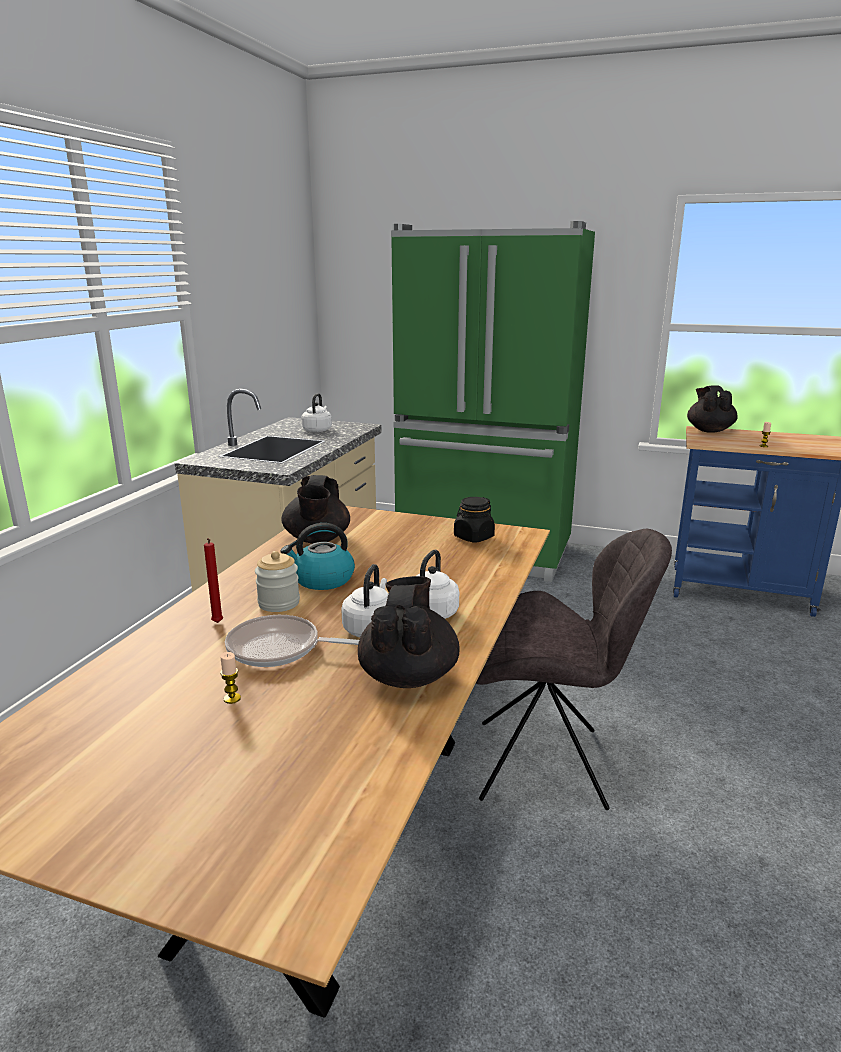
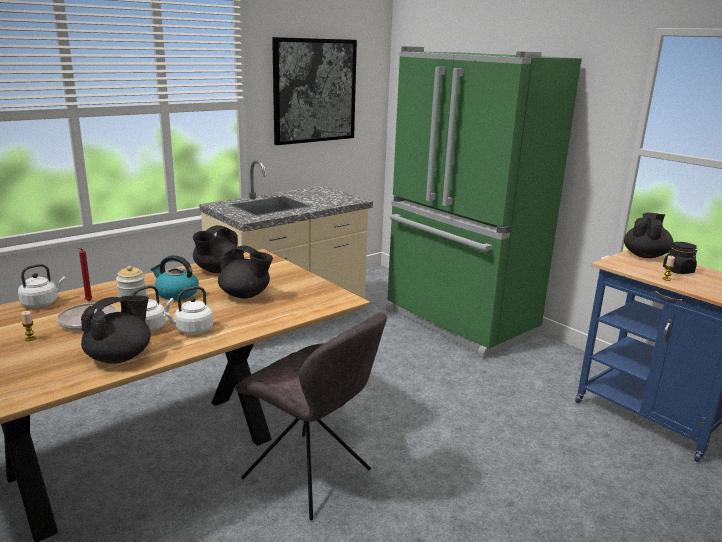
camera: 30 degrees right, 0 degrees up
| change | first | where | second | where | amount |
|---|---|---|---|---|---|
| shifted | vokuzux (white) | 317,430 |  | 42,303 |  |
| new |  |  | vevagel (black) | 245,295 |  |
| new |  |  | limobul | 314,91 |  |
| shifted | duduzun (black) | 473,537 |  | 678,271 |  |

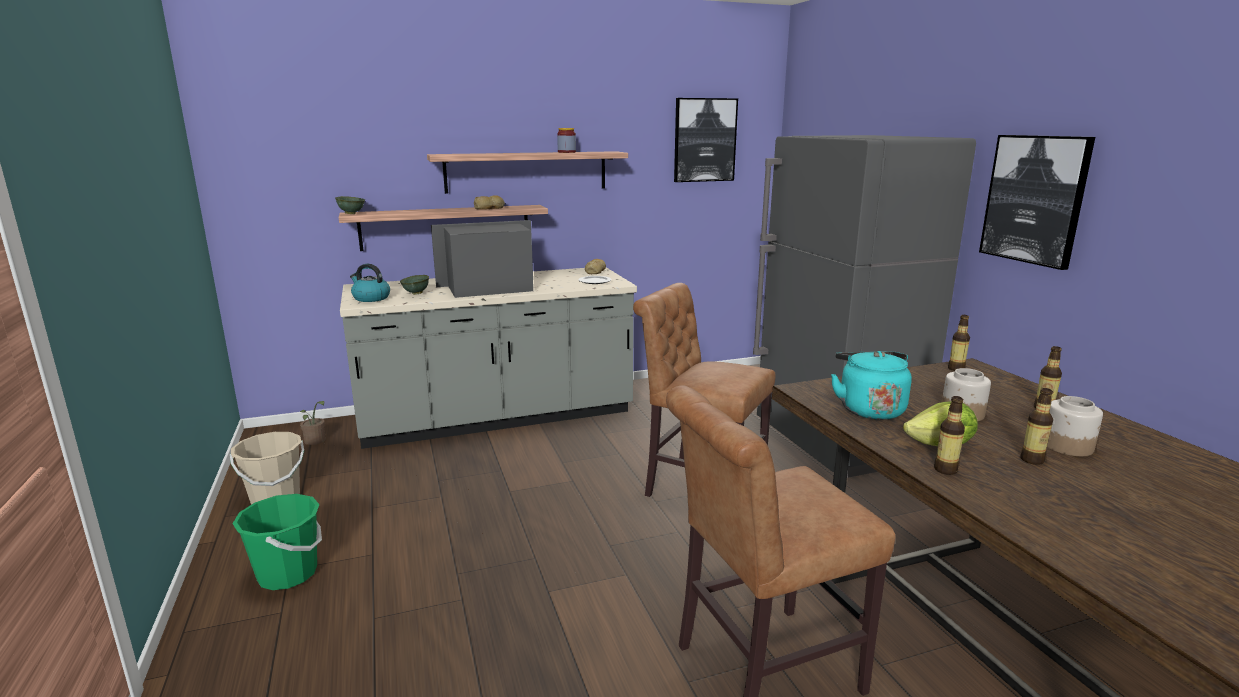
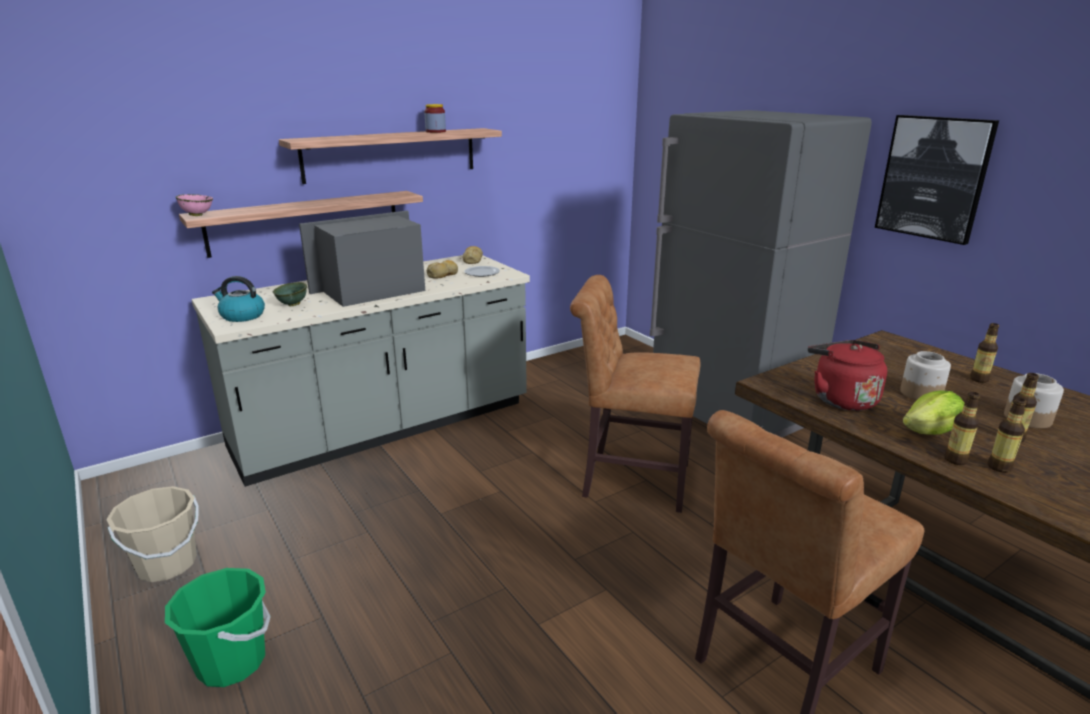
camera: 15 degrees left, 5 degrees up
| change | first | where | second | where | amount |
|---|---|---|---|---|---|
| repainted | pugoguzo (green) | 351,213 | pugoguzo (pink) | 197,215 |  |
| shifted | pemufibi | 490,208 |  | 443,274 |  |
| repainted | vokuzux (turquoise) | 868,409 | vokuzux (red) | 841,399 |  |
| shifted | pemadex | 956,369 |  | 999,467 |  |
| gone | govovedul | 315,441 |  |  |  |
| gone | limobul | 704,140 |  |  |  |

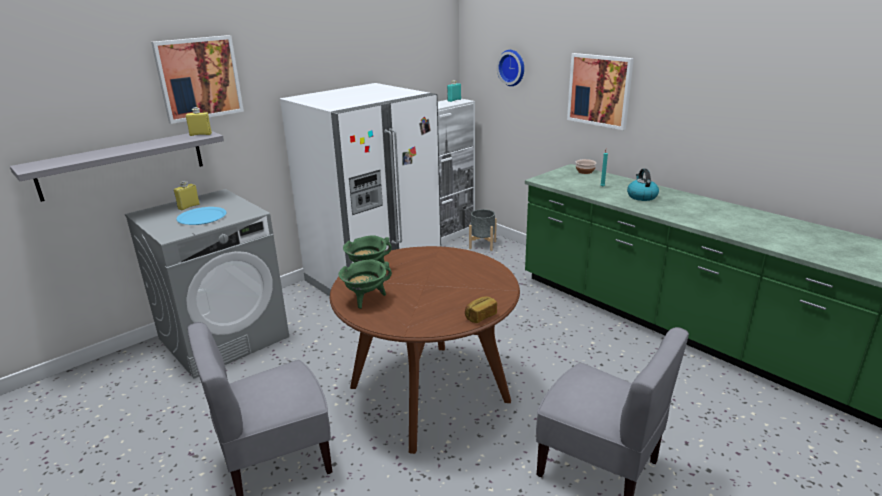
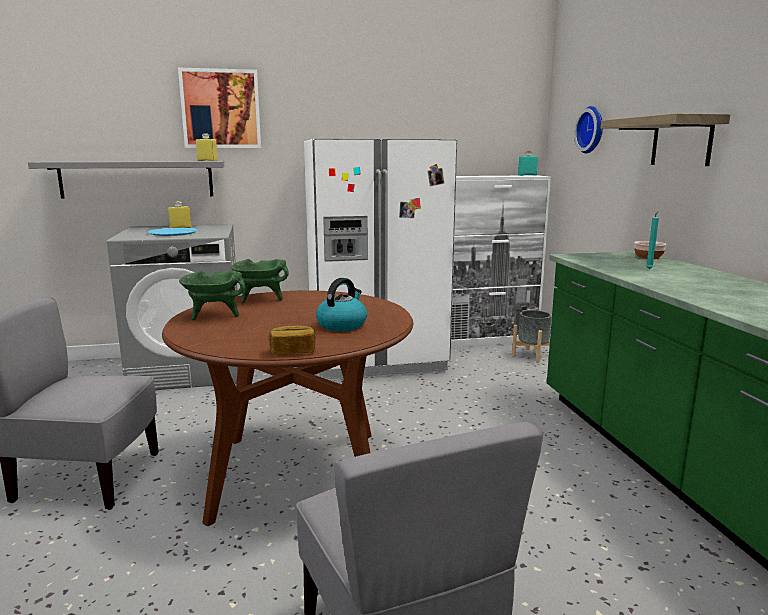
camera: 30 degrees right, 10 degrees down
| change | first | where | second | where | amount |
|---|---|---|---|---|---|
| shifted | vokuzux | 641,196 |  | 342,325 |  |
| swapped | limobul | 599,90 | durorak | 681,141 |  |

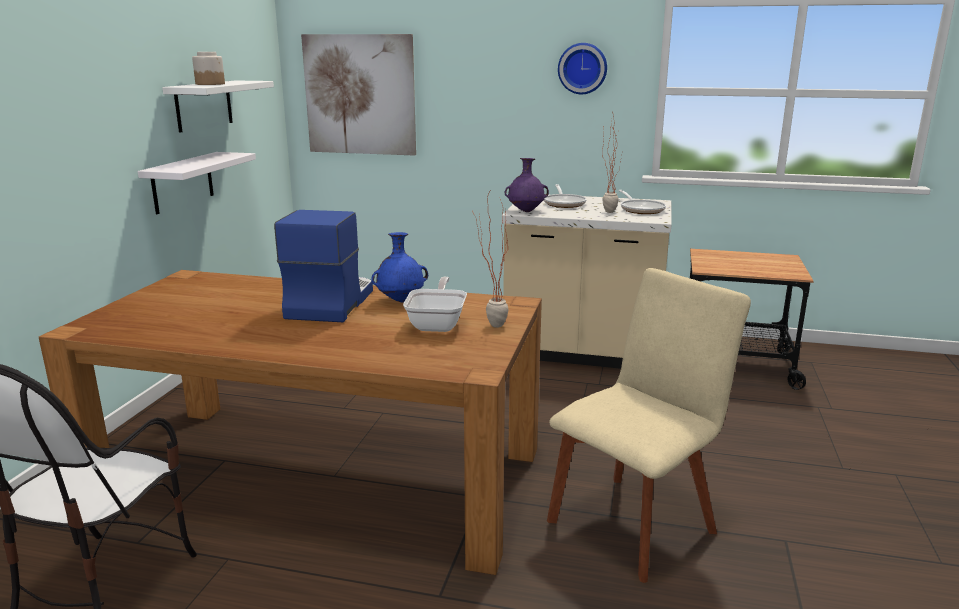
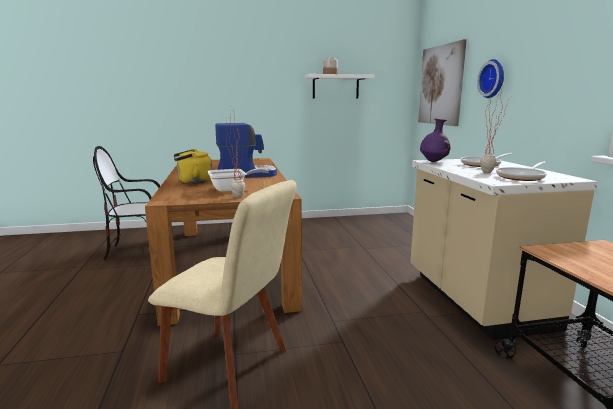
camera: 65 degrees right, 5 degrees down
| change | first | where | second | where | amount |
|---|---|---|---|---|---|
| new |  |  | vokuzux (yellow) | 193,182 |  |
| shifted | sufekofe | 582,68 |  | 493,79 |  |
| gone | durorak (white) | 182,182 |  |  |  |
| gone | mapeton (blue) | 401,300 |  |  |  |

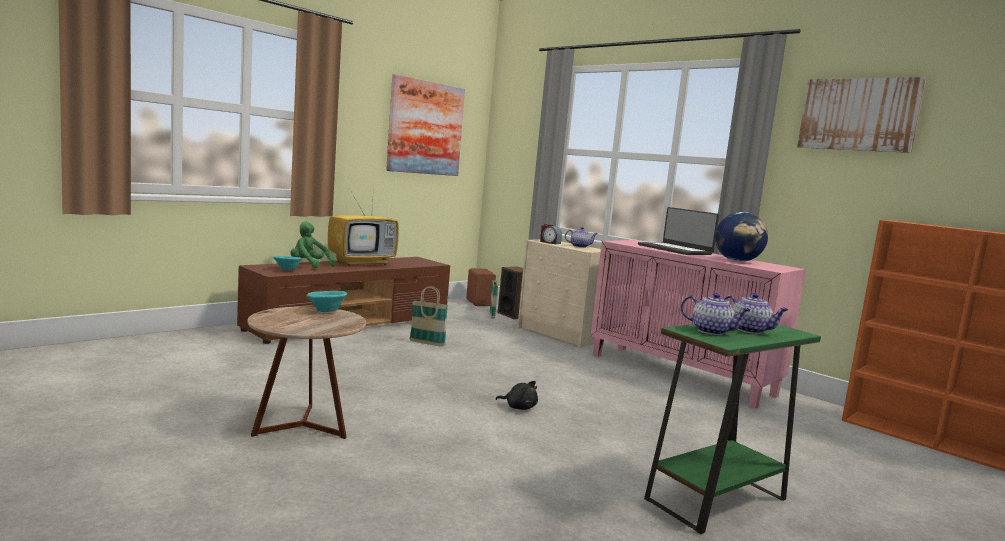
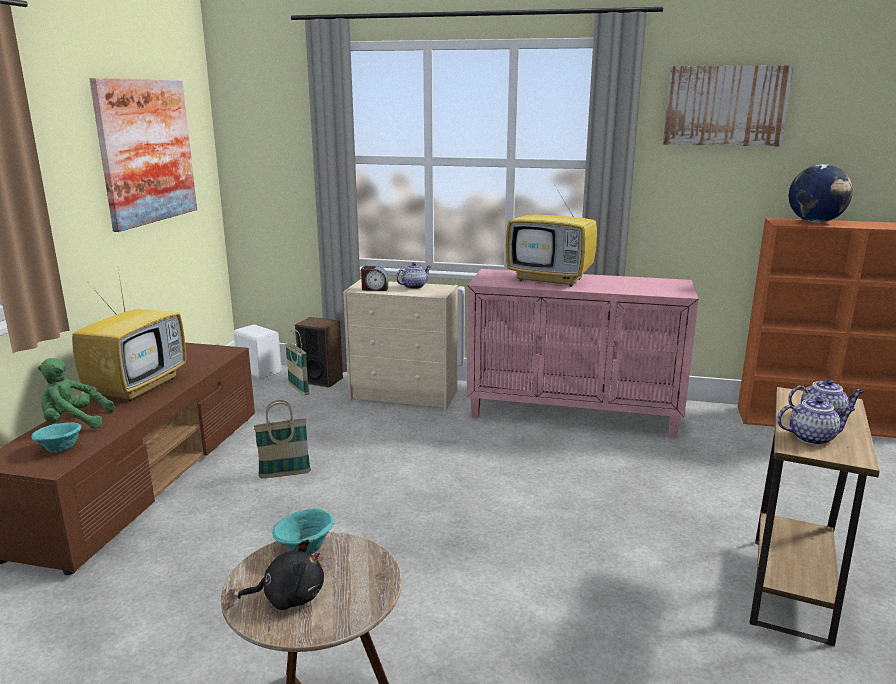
camera: 30 degrees left, 10 degrees up
| change | first | where | second | where | amount |
|---|---|---|---|---|---|
| repainted | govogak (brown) | 480,303 | govogak (white) | 260,371 |  |
| shifted | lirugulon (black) | 519,407 |  | 289,597 |  |
| swapped | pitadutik | 675,249 | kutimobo | 552,280 |  |
| repainted | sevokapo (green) | 716,499 | sevokapo (brown) | 790,588 |  |
| shifted | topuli | 737,261 |  | 815,222 |  |

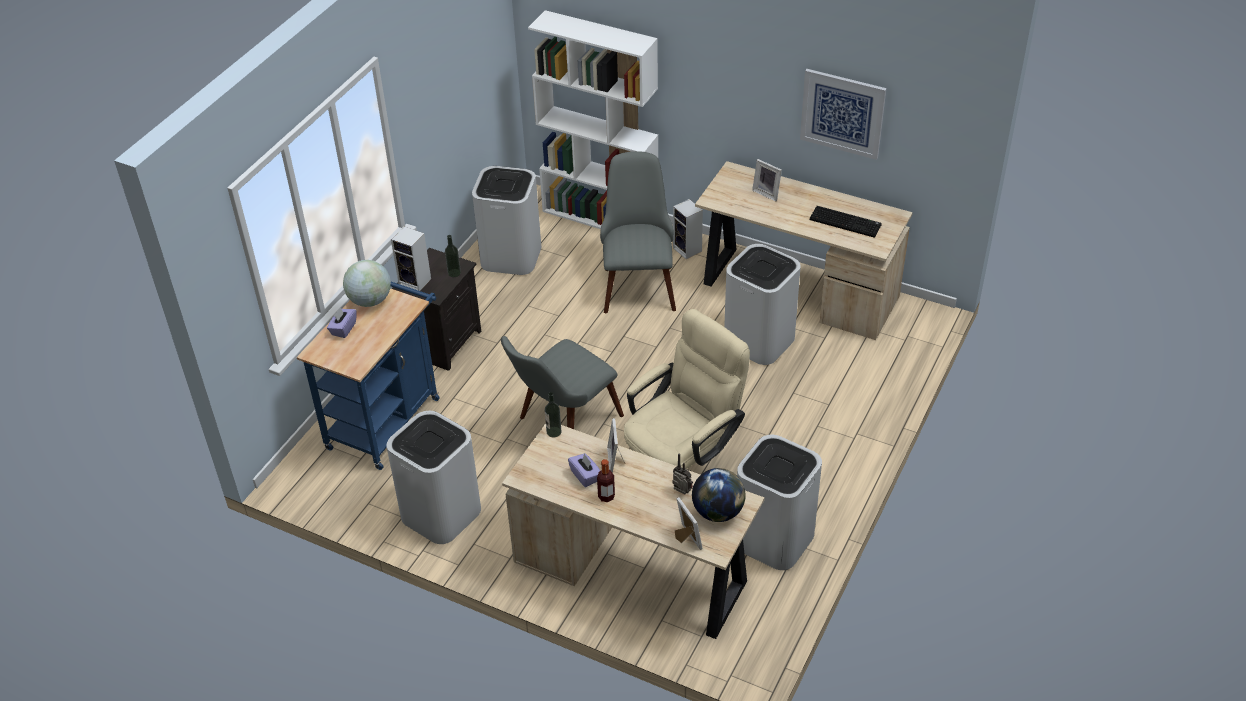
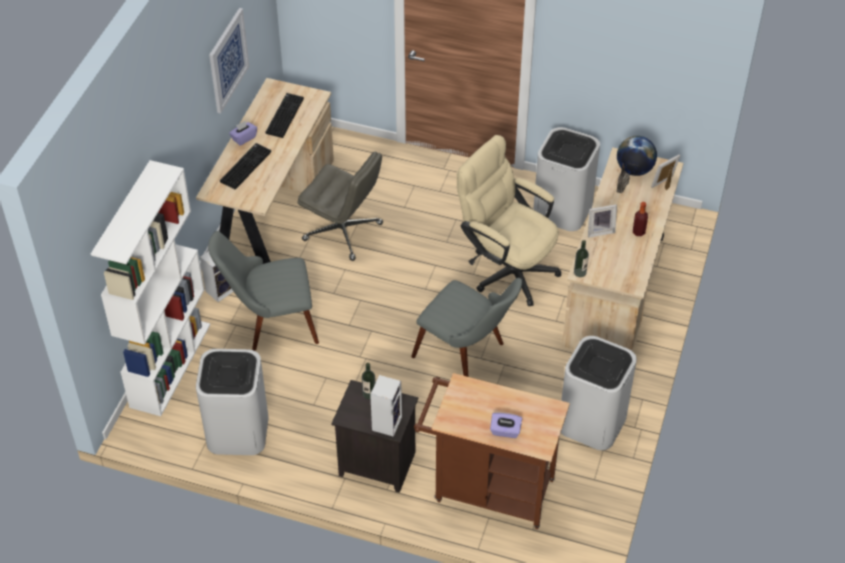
camera: 100 degrees left, 5 degrees up
| change | first | where | second | where | amount |
|---|---|---|---|---|---|
| swapped | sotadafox | 767,193 | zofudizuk | 245,166 |  |
| shifted | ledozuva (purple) | 585,476 |  | 244,138 |  |
| swapped | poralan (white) | 758,341 | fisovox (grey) | 344,232 |  |
| repainted | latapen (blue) | 387,418 | latapen (brown) | 487,489 |  |
| gone | topuli | 370,300 |  |  |  |

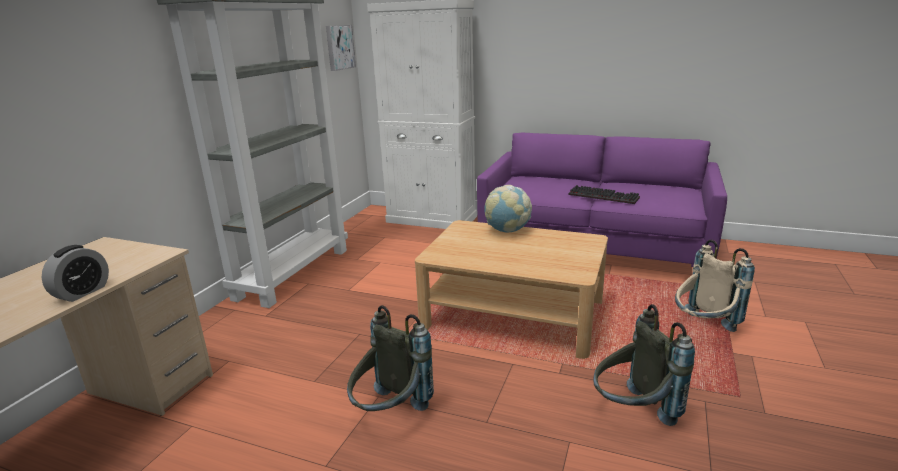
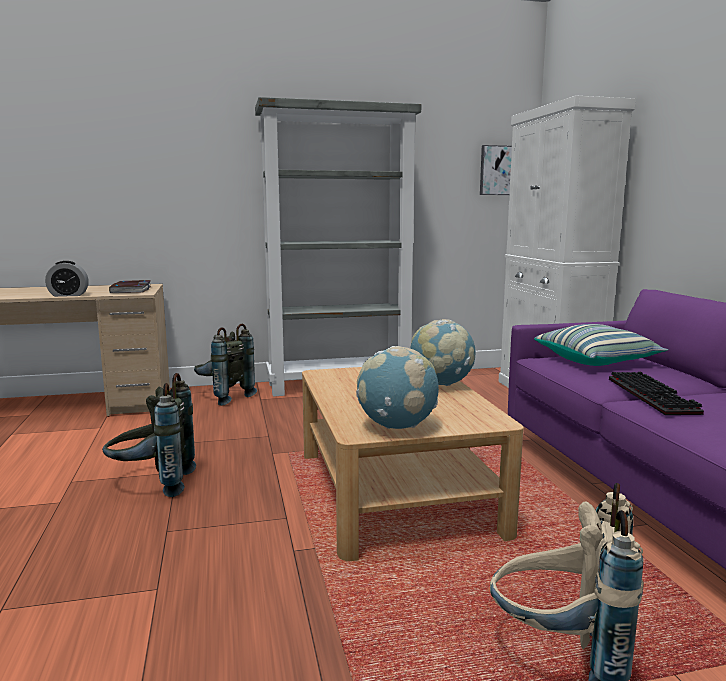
camera: 55 degrees right, 10 degrees down
| change | first | where | second | where | amount |
|---|---|---|---|---|---|
| new |  |  | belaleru | 131,290 |  |
| shifted | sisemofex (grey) | 633,413 |  | 223,397 |  |
| new |  |  | topuli | 397,426 |  |
| new |  |  | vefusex | 596,361 |  |

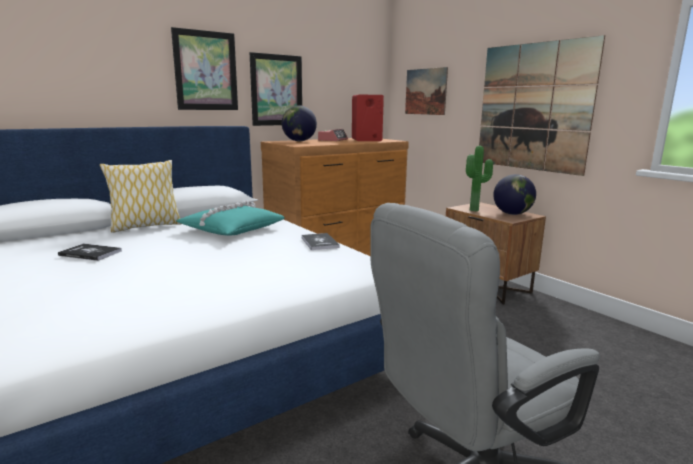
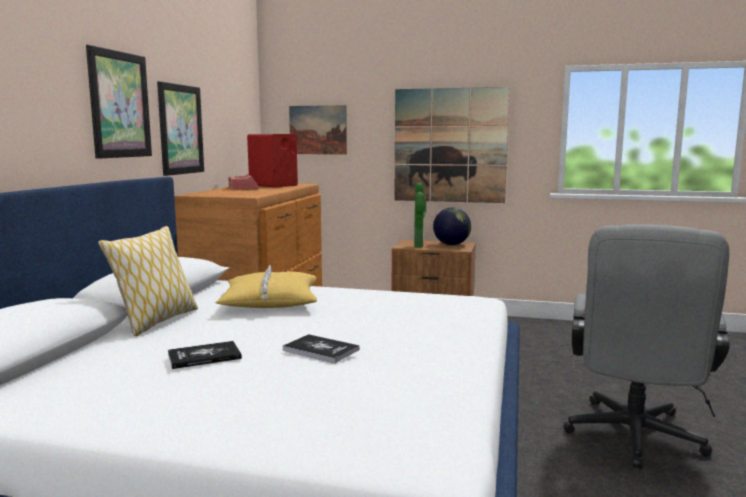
camera: 40 degrees left, 5 degrees down
| change | first | where | second | where | amount |
|---|---|---|---|---|---|
| repainted | vefusex (turquoise) | 231,229 | vefusex (yellow) | 270,301 |  |
| shifted | belaleru | 319,242 |  | 321,350 |  |
| gone | topuli | 299,141 |  |  |  |

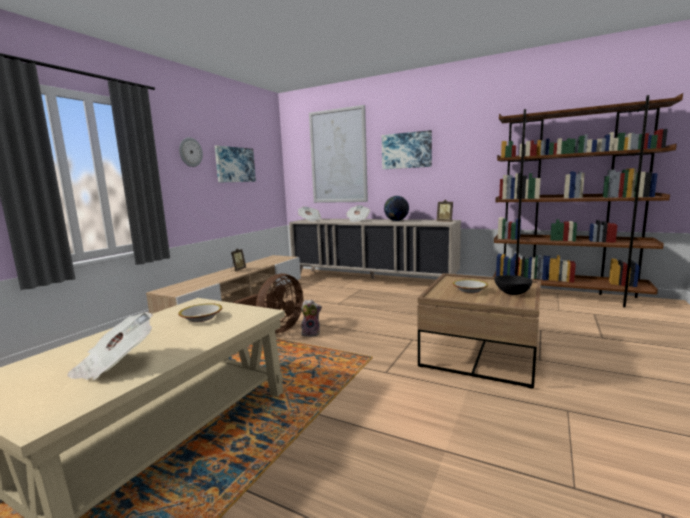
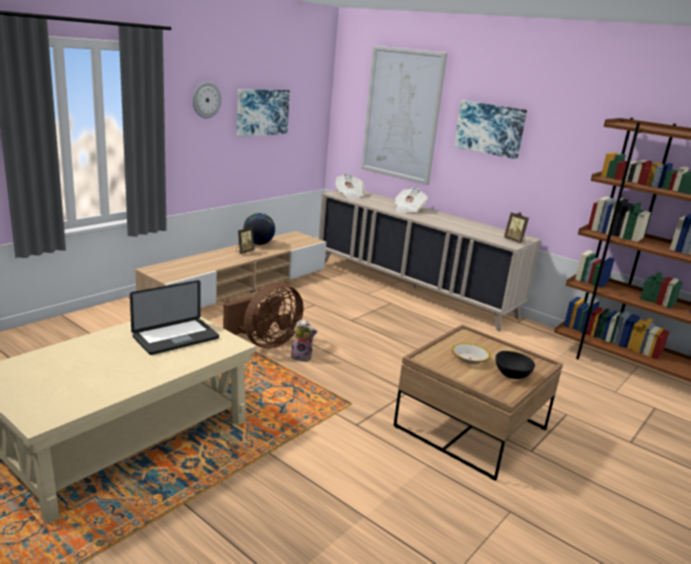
camera: 10 degrees right, 10 degrees up
| change | first | where | second | where | amount |
|---|---|---|---|---|---|
| swapped | pugoguzo | 201,318 | pitadutik | 176,338 |  |
| shifted | topuli | 396,221 |  | 258,244 |  |
| gone | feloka | 115,365 |  |  |  |

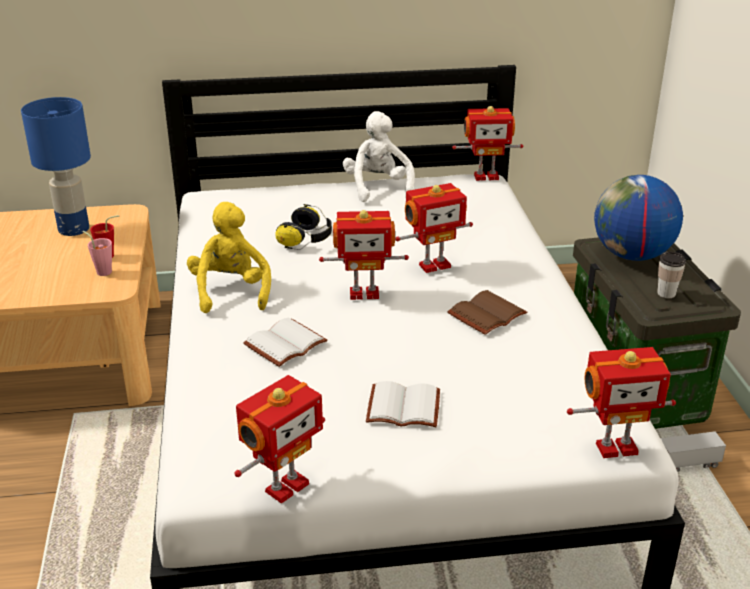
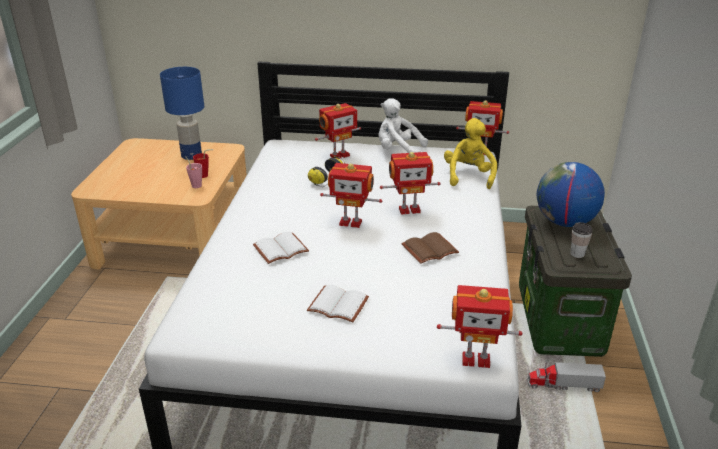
camera: 15 degrees right, 0 degrees up
| change | first | where | second | where | amount |
|---|---|---|---|---|---|
| shifted | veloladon | 285,486 |  | 339,155 |  |
| rotated | lirugulon (white) | 378,188 |  | 398,151 | 75 degrees counterclockwise |
| shifted | lirugulon (yellow) | 231,292 |  | 468,176 |  |

